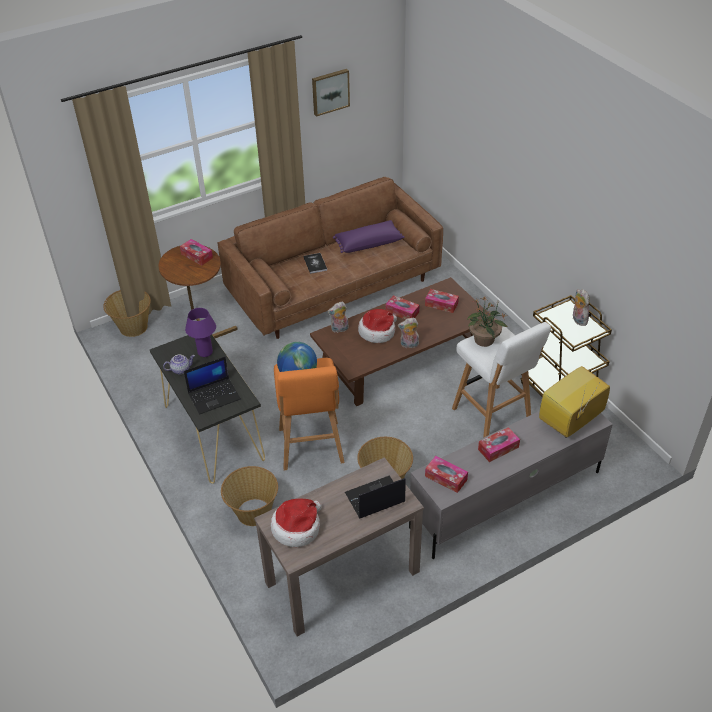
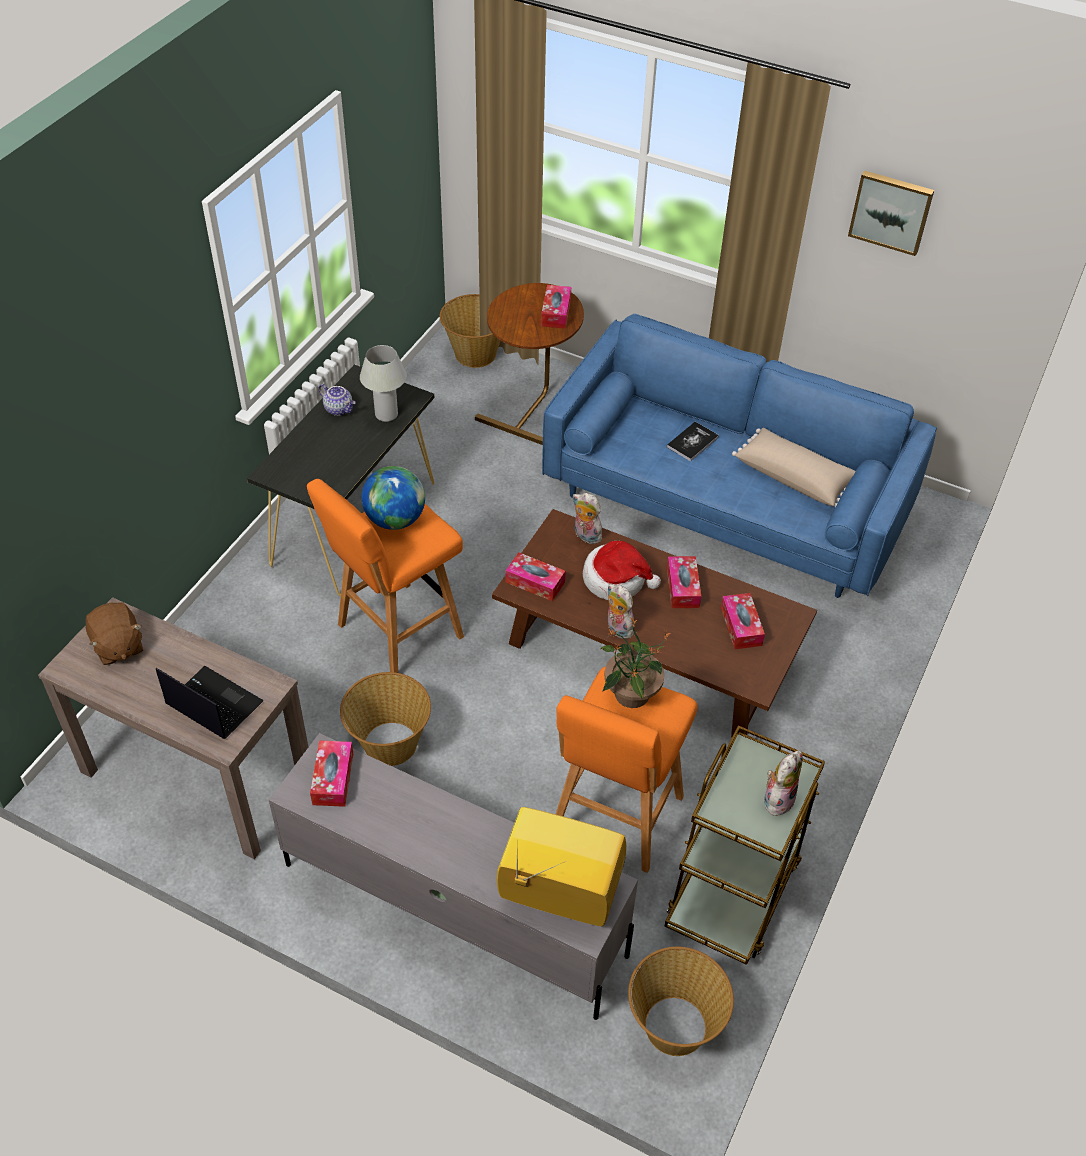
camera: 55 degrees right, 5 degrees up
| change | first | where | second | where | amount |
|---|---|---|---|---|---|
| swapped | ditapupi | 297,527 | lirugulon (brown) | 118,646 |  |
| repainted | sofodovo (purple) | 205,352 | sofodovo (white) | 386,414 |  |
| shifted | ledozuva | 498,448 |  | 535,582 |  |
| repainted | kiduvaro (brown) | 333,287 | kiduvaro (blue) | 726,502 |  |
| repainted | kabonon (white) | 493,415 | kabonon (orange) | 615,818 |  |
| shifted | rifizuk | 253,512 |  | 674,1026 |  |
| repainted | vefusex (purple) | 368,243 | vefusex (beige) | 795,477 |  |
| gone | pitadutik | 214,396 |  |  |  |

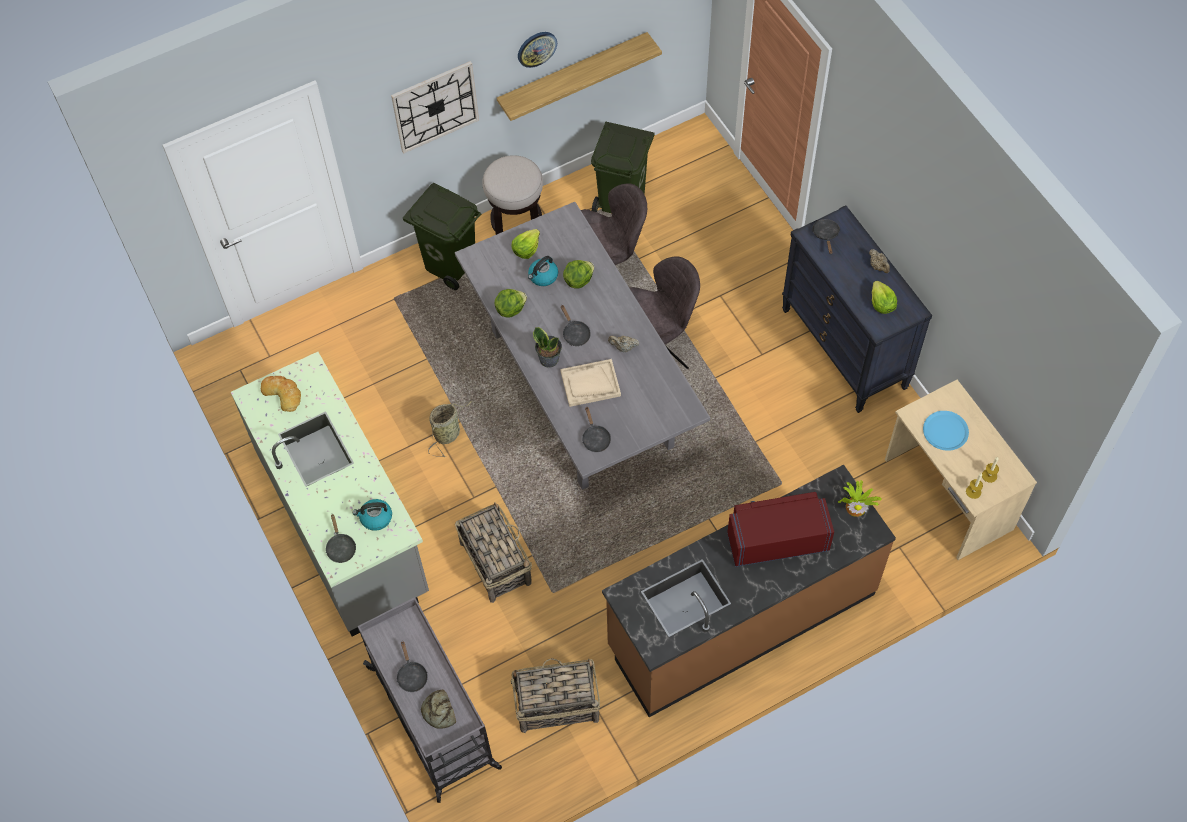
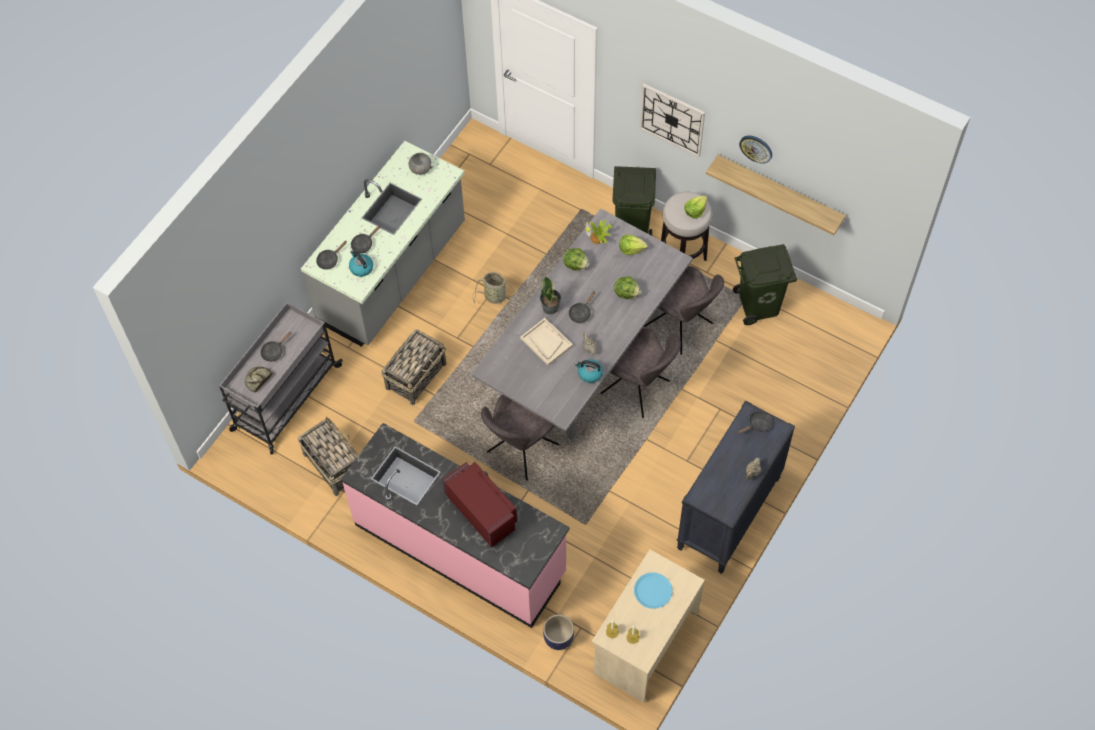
camera: 60 degrees right, 0 degrees up
| change | first | where | second | where | amount |
|---|---|---|---|---|---|
| repainted | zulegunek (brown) | 741,619 | zulegunek (pink) | 460,548 |  |
| shifted | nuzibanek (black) | 595,438 |  | 364,244 |  |
| swapped | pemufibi | 283,393 | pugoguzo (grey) | 420,169 |  |
| new |  |  | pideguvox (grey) | 520,450 |  |
| new |  |  | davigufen | 558,638 |  |
| shifted | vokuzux | 543,276 |  | 589,373 |  |
| shifted | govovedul | 857,506 |  | 598,238 |  |
| shifted | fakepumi | 881,304 |  | 695,210 |  |

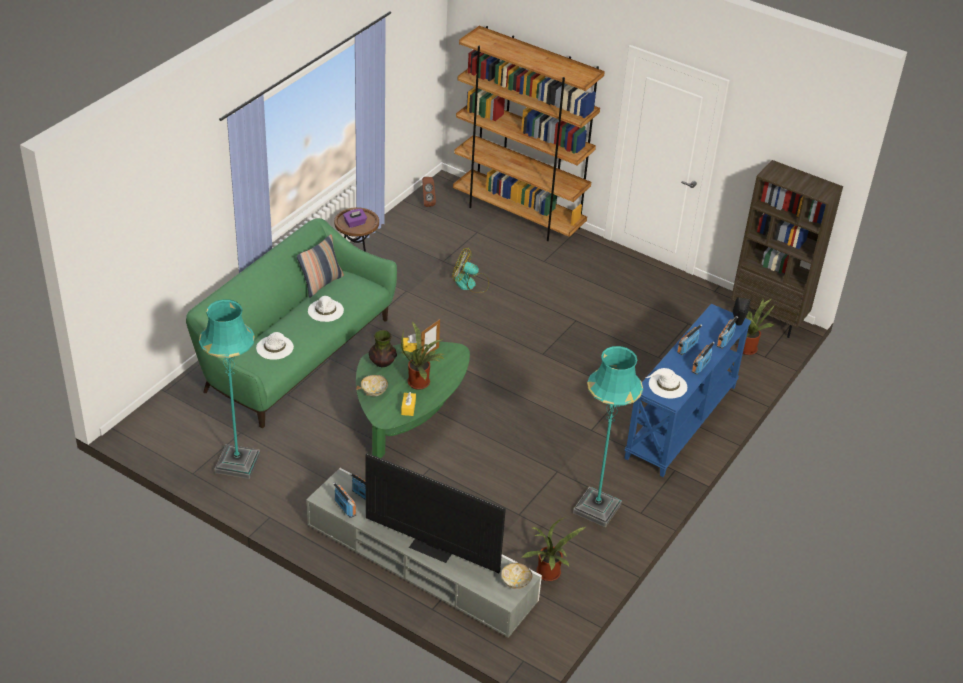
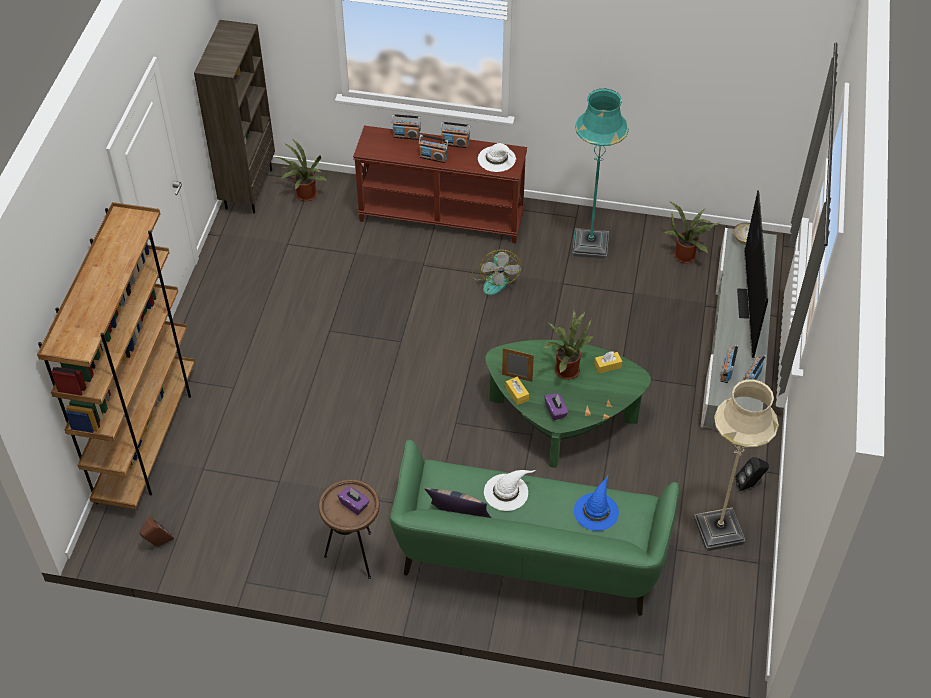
camera: 110 degrees left, 10 degrees up
| change | first | where | second | where | amount |
|---|---|---|---|---|---|
| repainted | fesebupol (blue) | 682,422 | fesebupol (brown) | 442,216 |  |
| shifted | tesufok | 470,284 |  | 494,279 |  |
| swapped | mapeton | 382,362 | ledozuva (purple) | 555,411 |  |
| repainted | ditapupi (white) | 275,347 | ditapupi (blue) | 596,511 |  |
| repainted | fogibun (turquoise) | 237,463 | fogibun (beige) | 718,531 |  |
| shifted | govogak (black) | 738,324 |  | 749,485 |  |
| gone | pugoguzo | 374,392 |  |  |  |

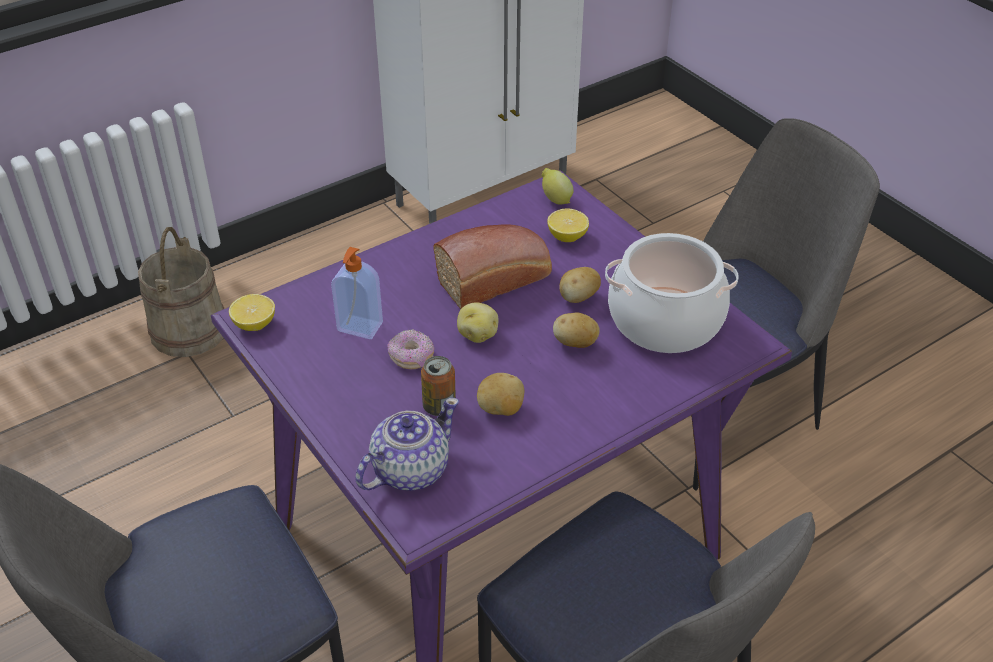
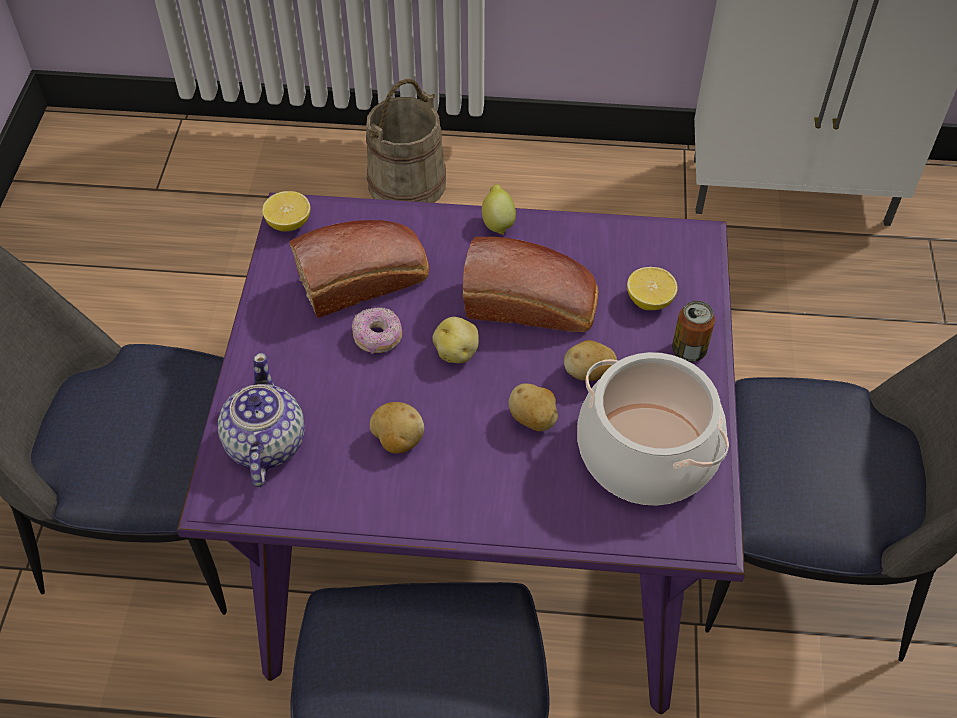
camera: 40 degrees right, 10 degrees up
| change | first | where | second | where | amount |
|---|---|---|---|---|---|
| rotated | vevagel | 409,470 |  | 265,445 | 90 degrees counterclockwise |
| swapped | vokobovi | 359,328 | pemufibi | 366,280 |  |
| shifted | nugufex | 555,199 |  | 498,223 |  |
| shifted | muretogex | 439,406 |  | 689,350 |  |

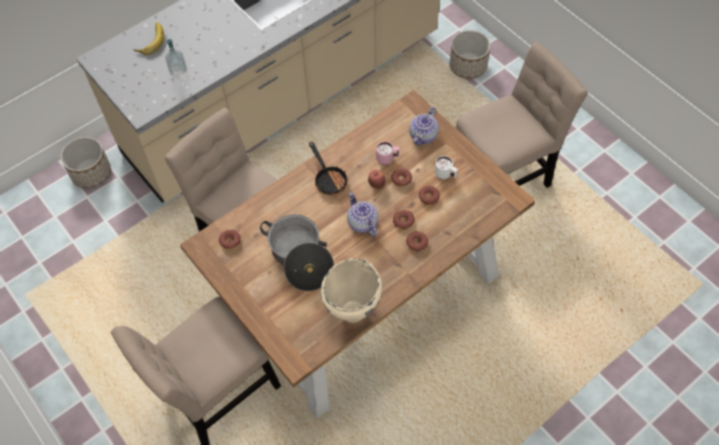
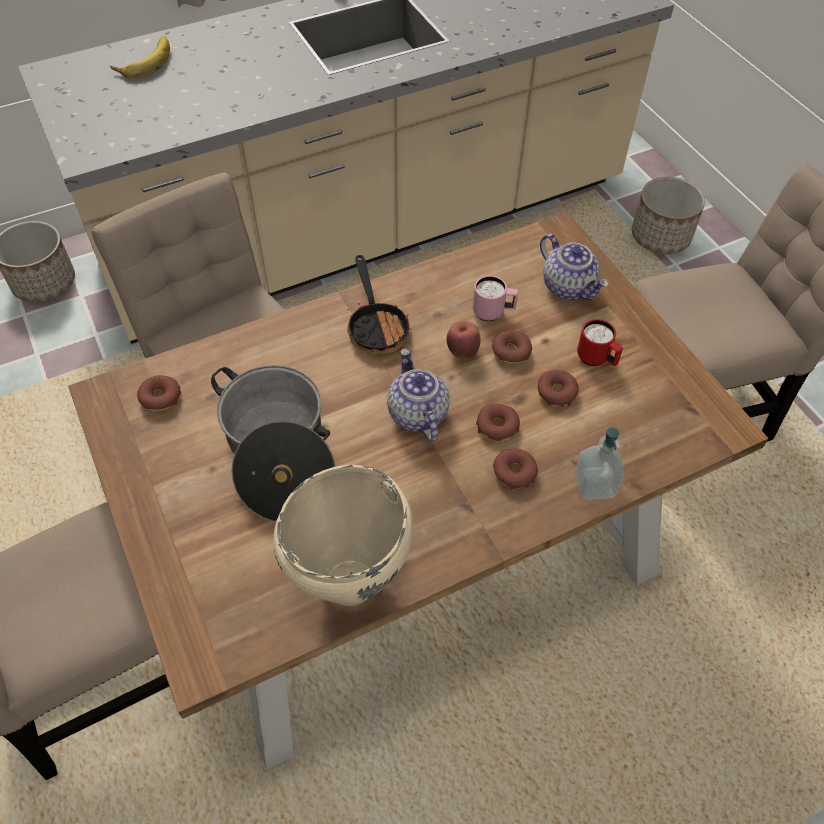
camera: 10 degrees right, 5 degrees down
| change | first | where | second | where | amount |
|---|---|---|---|---|---|
| rotated | vevagel | 423,136 |  | 569,286 | 75 degrees counterclockwise |
| shifted | vokobovi | 178,69 |  | 594,485 |  |
| repainted | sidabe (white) | 445,175 | sidabe (red) | 596,360 |  |

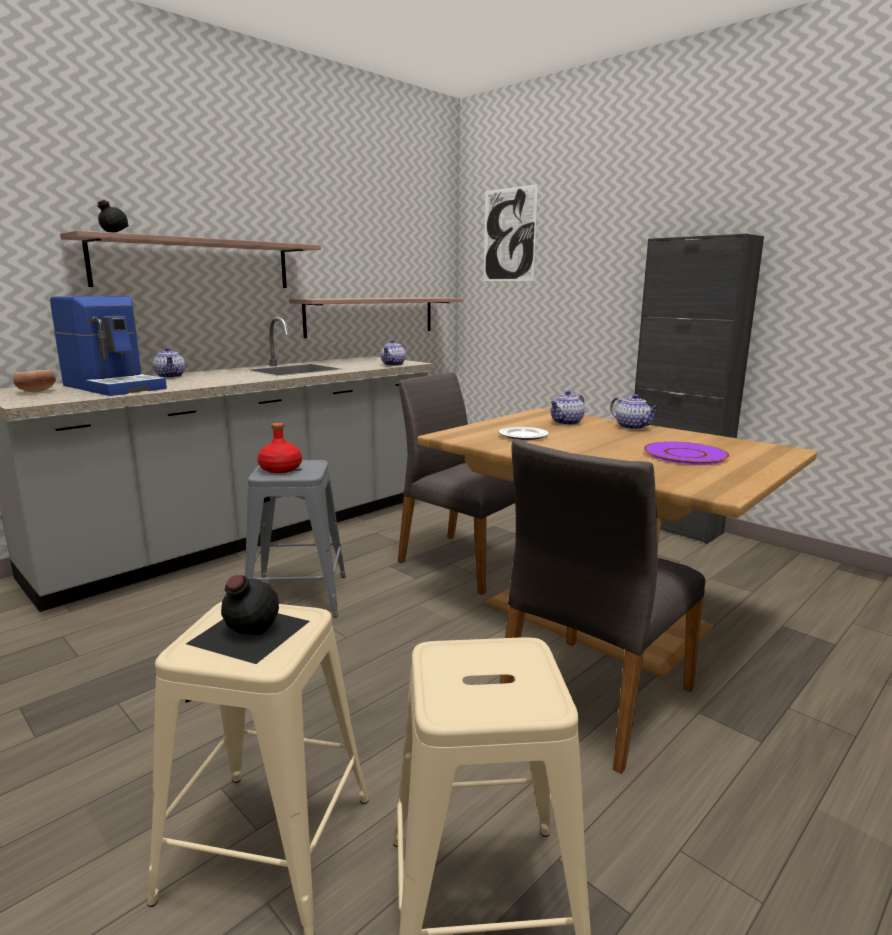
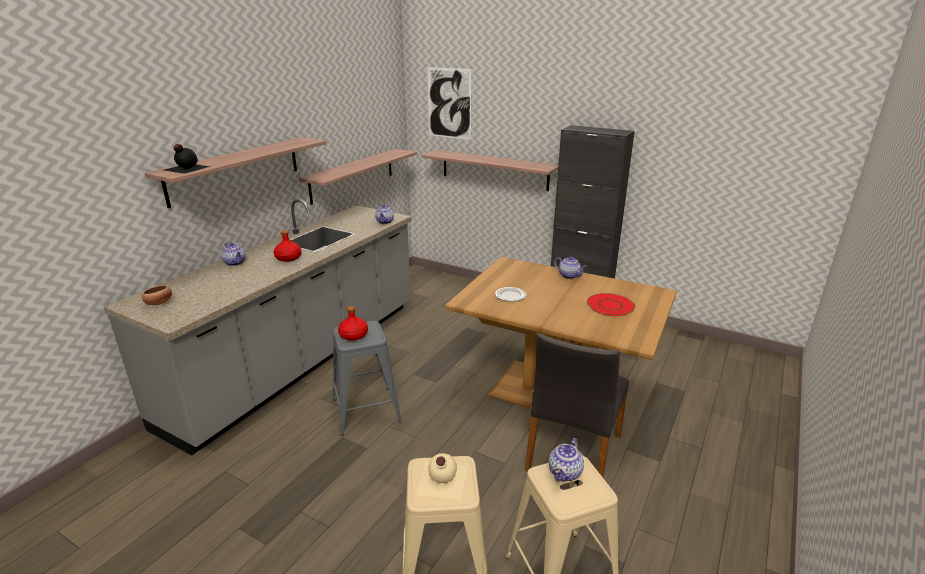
camera: 15 degrees left, 10 degrees up
| change | first | where | second | where | amount |
|---|---|---|---|---|---|
| new |  |  | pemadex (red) | 288,258 |  |
| repainted | pemadex (black) | 247,632 | pemadex (beige) | 441,480 |  |
| new |  |  | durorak | 494,170 |  |
| shifted | vevagel | 566,423 |  | 565,473 |  |
| repainted | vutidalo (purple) | 684,455 | vutidalo (red) | 610,305 |  |
| gone | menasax | 115,387 |  |  |  |
| gone | pideguvox (grey) | 464,561 |  |  |  |

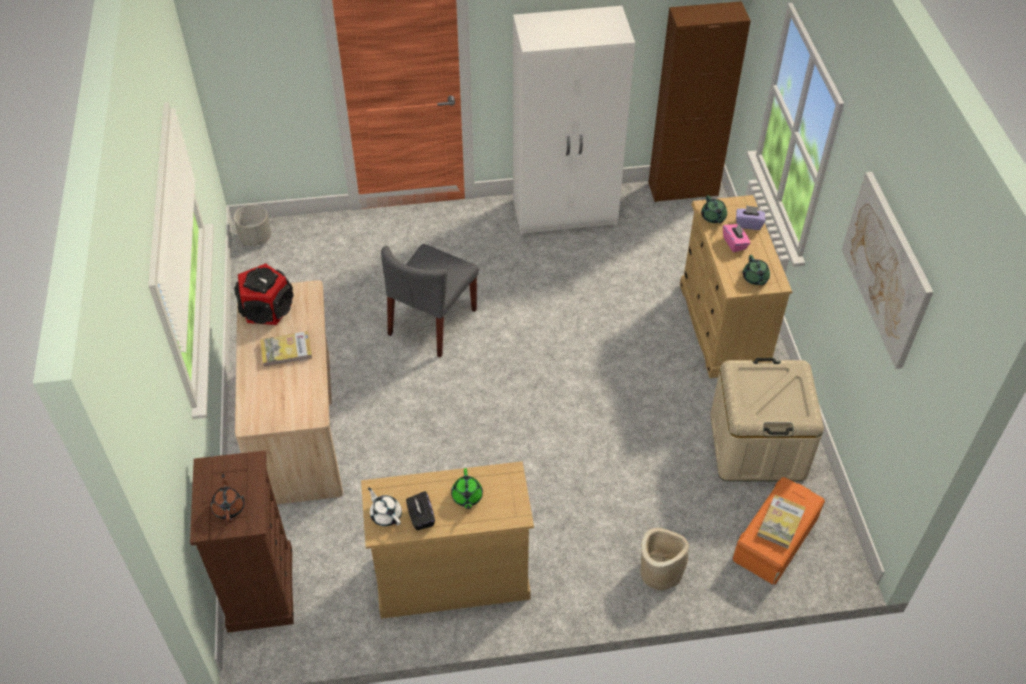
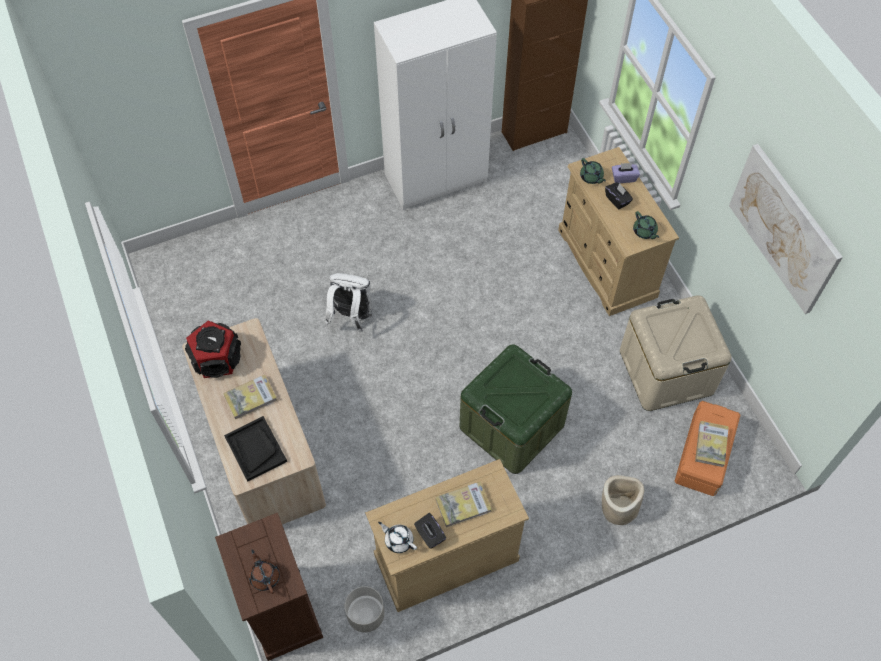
camera: 15 degrees left, 10 degrees up
| change | first | where | second | where | amount |
|---|---|---|---|---|---|
| new |  |  | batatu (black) | 255,449 |  |
| swapped | pideguvox (grey) | 432,322 | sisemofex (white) | 351,317 |  |
| shifted | davigufen (grey) | 255,238 |  | 365,615 |  |
| swapped | vevagel (green) | 467,497 | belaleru | 463,505 |  |
| new |  |  | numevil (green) | 511,426 |  |
| repainted | ledozuva (pink) | 734,243 | ledozuva (black) | 617,200 |  |

